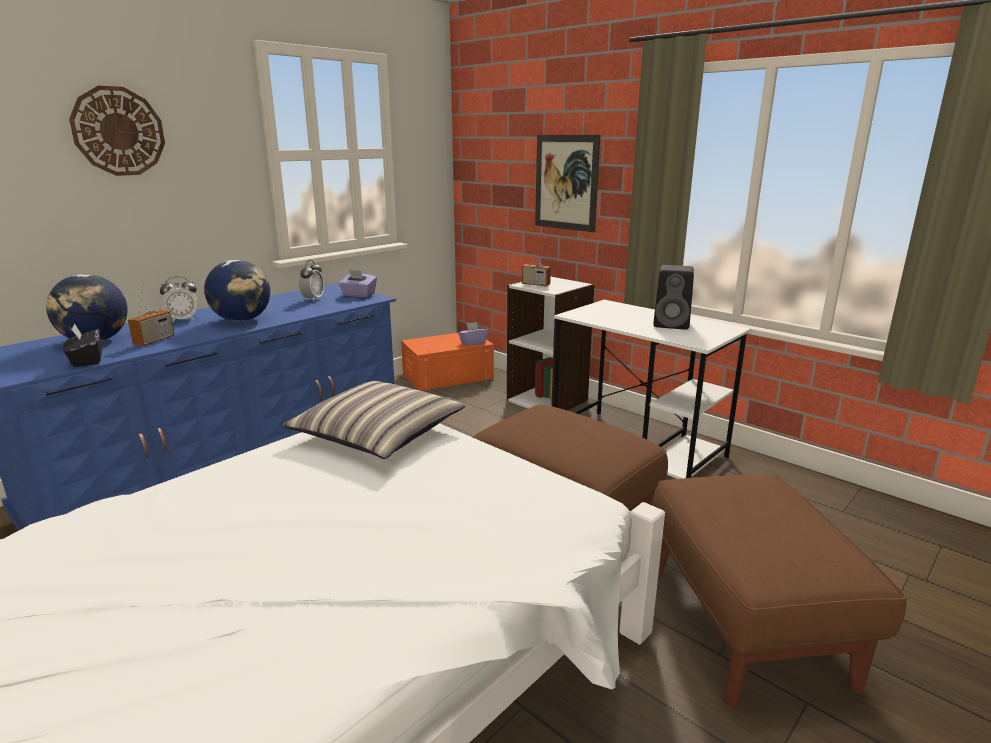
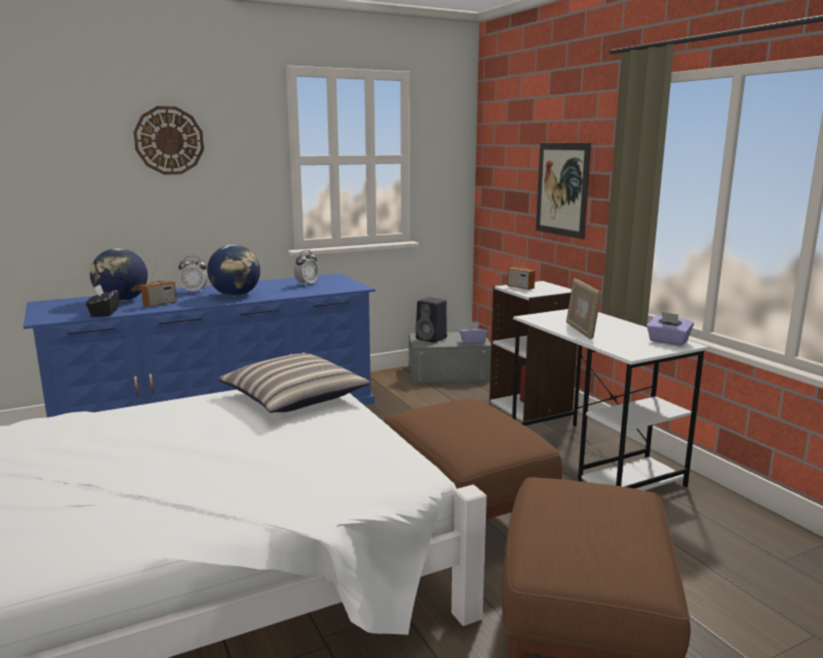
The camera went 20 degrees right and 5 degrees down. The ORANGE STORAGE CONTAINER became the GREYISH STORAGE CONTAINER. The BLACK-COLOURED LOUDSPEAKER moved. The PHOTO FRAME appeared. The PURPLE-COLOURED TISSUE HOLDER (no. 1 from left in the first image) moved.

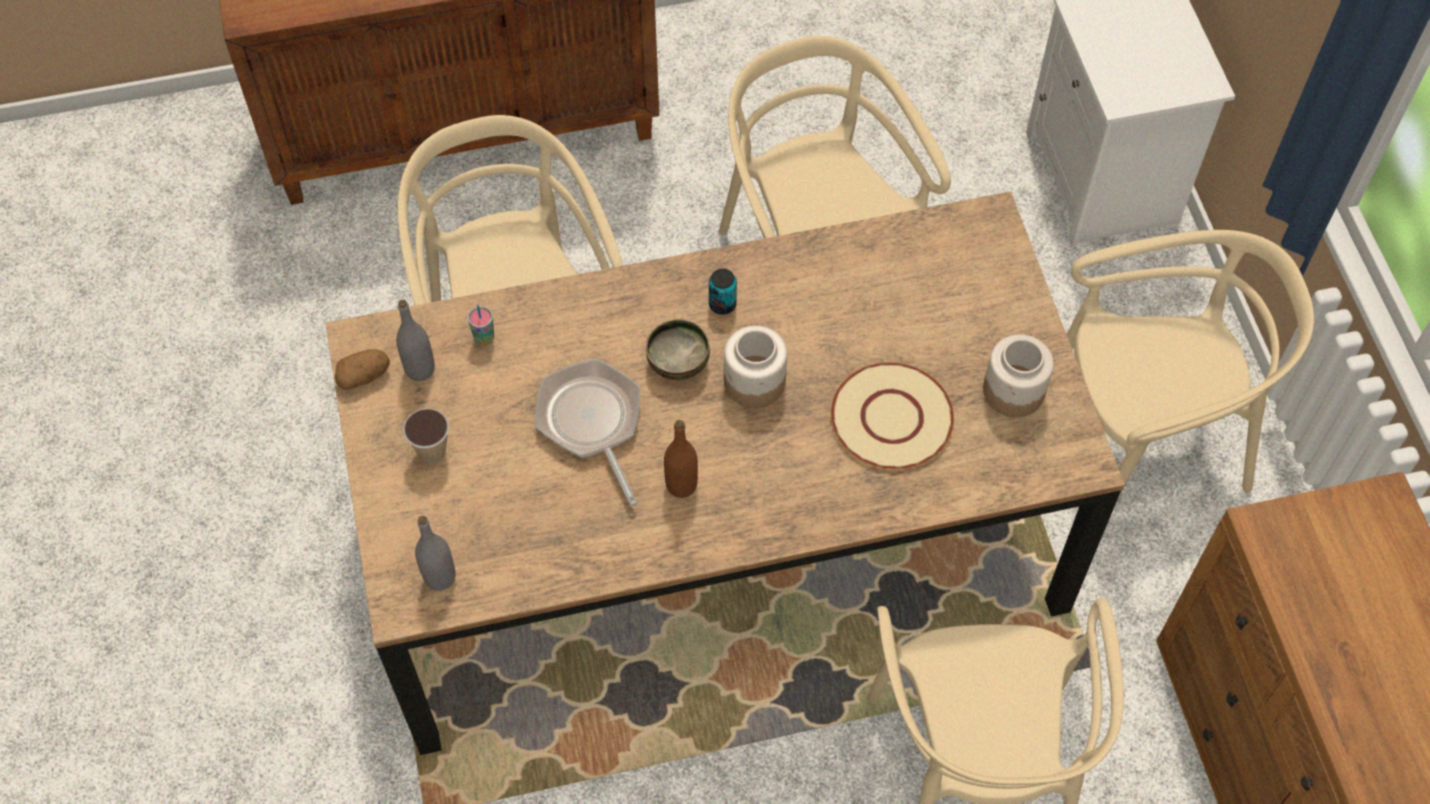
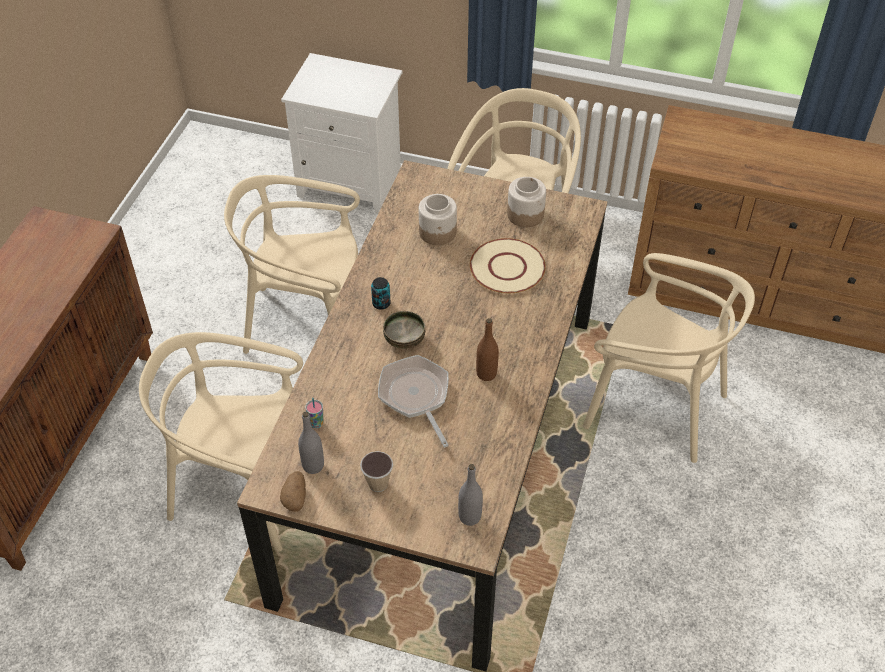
The camera went 60 degrees left and 10 degrees down. The PAN turned 60 degrees clockwise. The STORAGE JAR (no. 1 from left) moved.

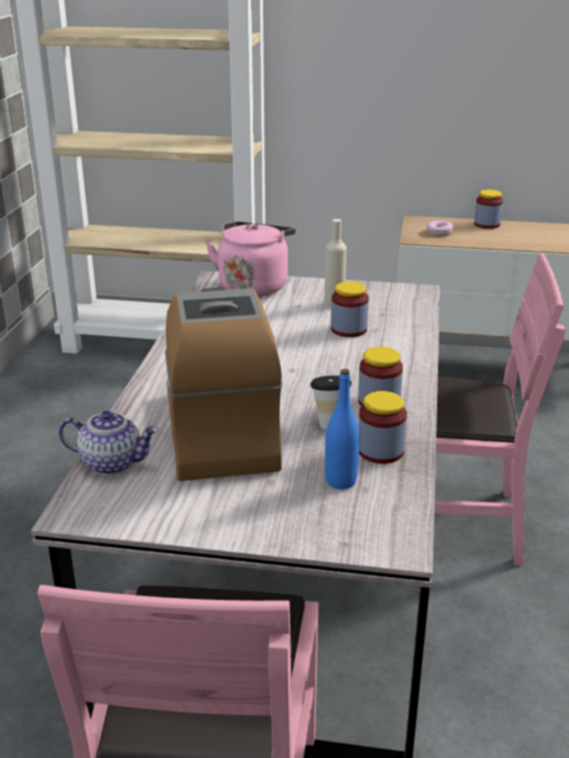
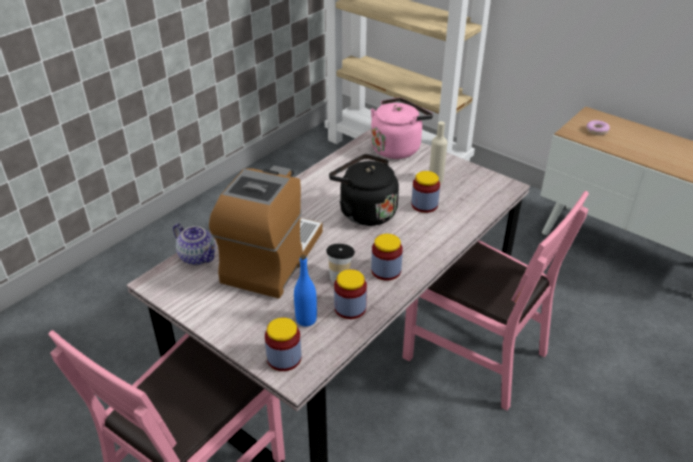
The camera went 30 degrees right and 10 degrees up. The STORAGE JAR (no. 4 from left in the first image) moved. The BLACK-COLOURED TEA KETTLE appeared.

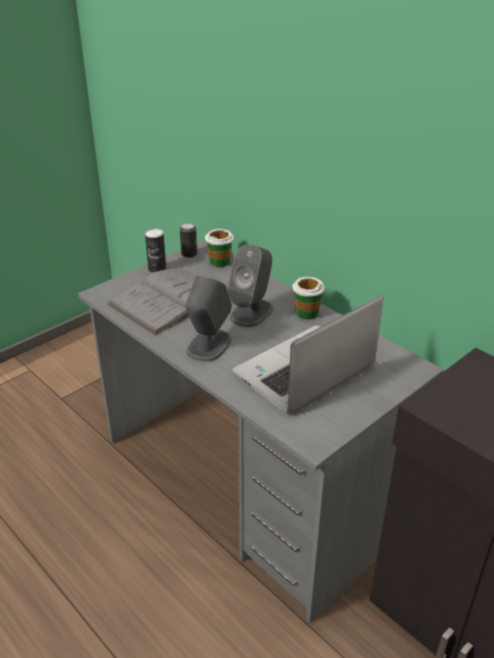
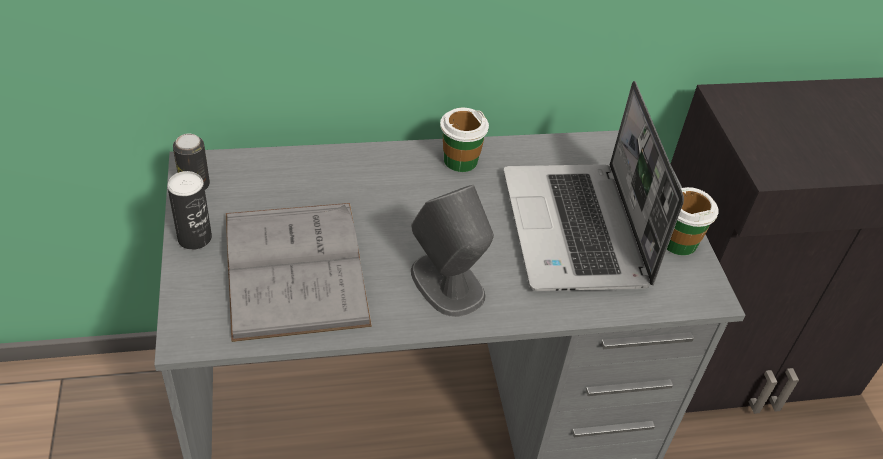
The camera went 60 degrees left and 10 degrees up. The DRINKING CUP (no. 1 from left in the first image) moved. The GREYISH LOUDSPEAKER (no. 2 from left) disappeared.

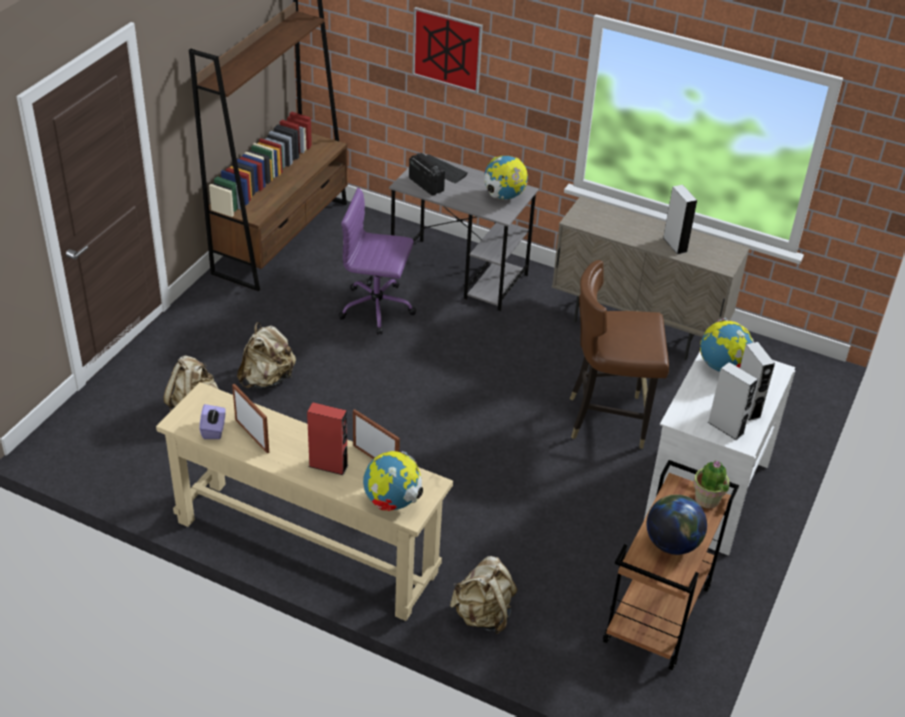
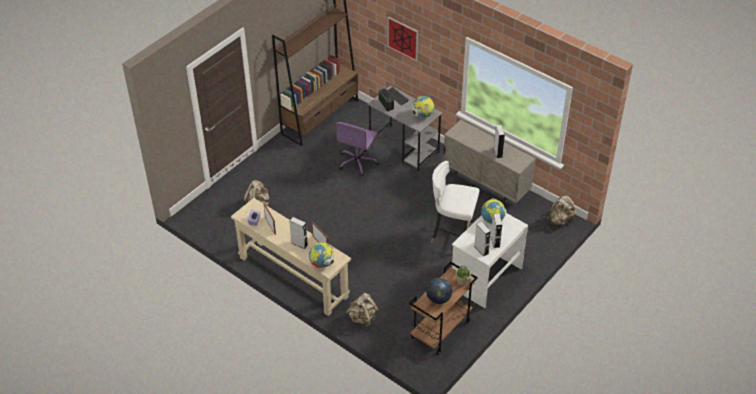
The camera went 15 degrees right and 5 degrees up. The RED-COLOURED LOUDSPEAKER became the GREYISH LOUDSPEAKER (no. 1 from left). The PURPLE-COLOURED DESK CHAIR turned 90 degrees counterclockwise. The BROWN UPRIGHT CHAIR became the WHITISH UPRIGHT CHAIR. The SAND-COLOURED RUCKSACK (no. 2 from left in the first image) moved.

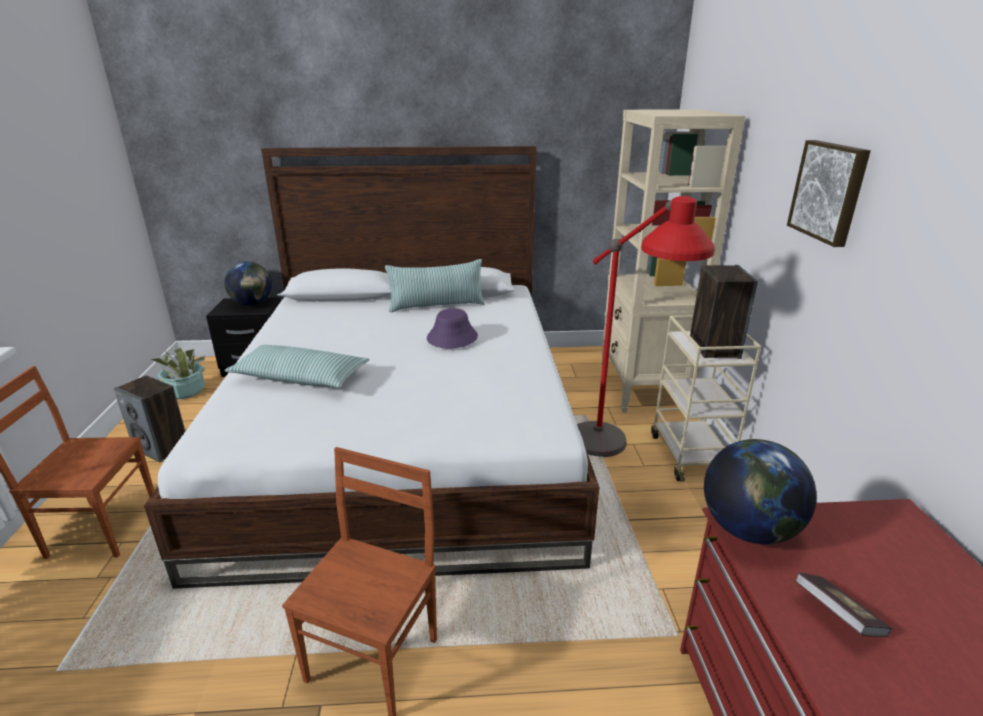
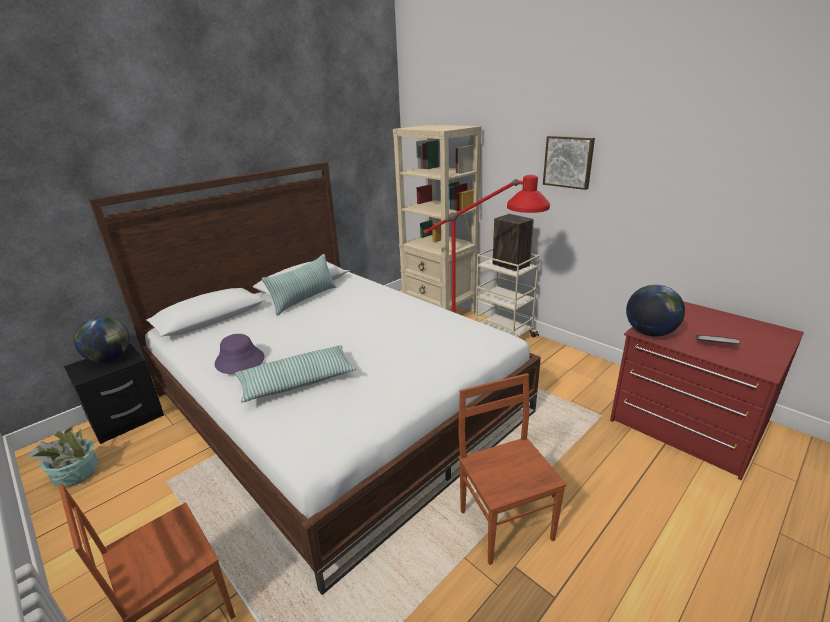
The camera went 40 degrees left and 0 degrees up. The PURPLE-COLOURED HAT moved. The LOUDSPEAKER (no. 1 from left) disappeared.

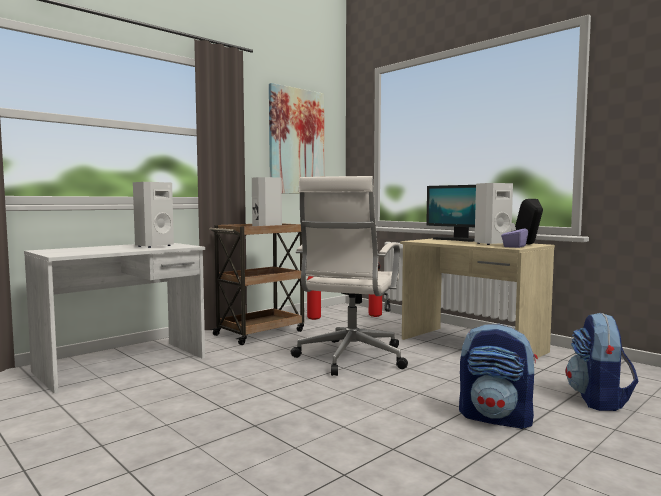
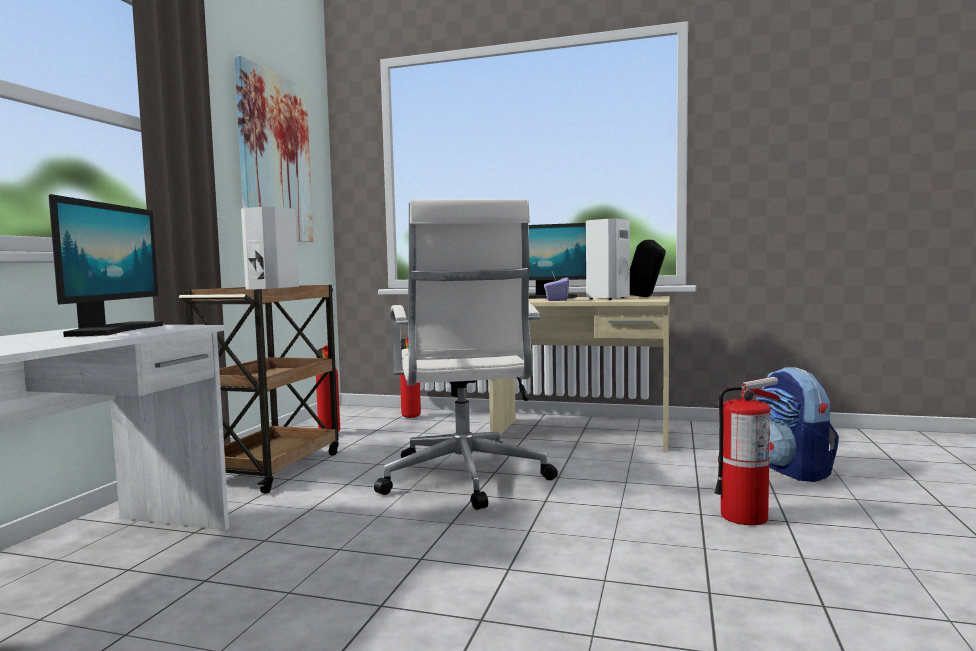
The camera went 30 degrees left and 0 degrees up. The WHITISH LOUDSPEAKER (no. 1 from left) was replaced by the MONITOR (no. 1 from left). The PURPLE-COLOURED TISSUE HOLDER moved. The RUCKSACK (no. 1 from left) was replaced by the FIRE-FIGHTING CYLINDER (no. 3 from left).

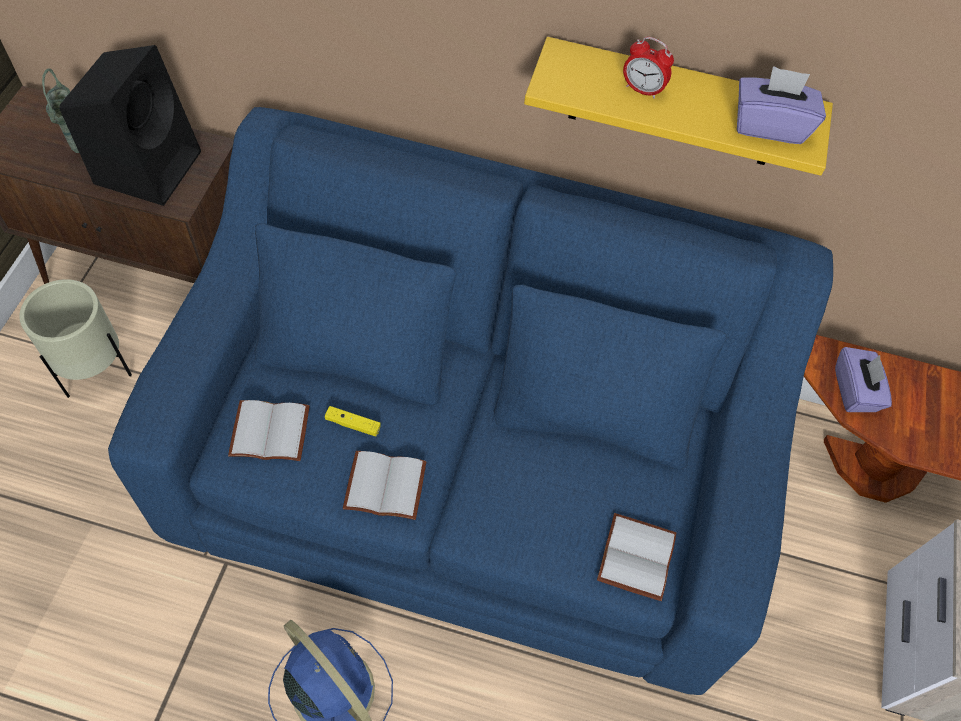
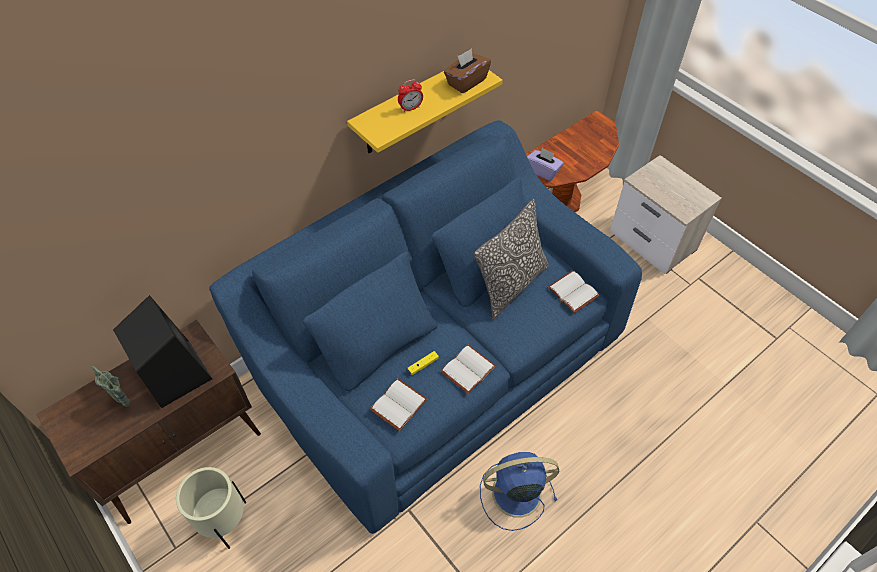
The camera went 50 degrees left and 5 degrees down. The PURPLE-COLOURED TISSUE HOLDER (no. 1 from left) became the BROWN TISSUE HOLDER. The CUSHION appeared.

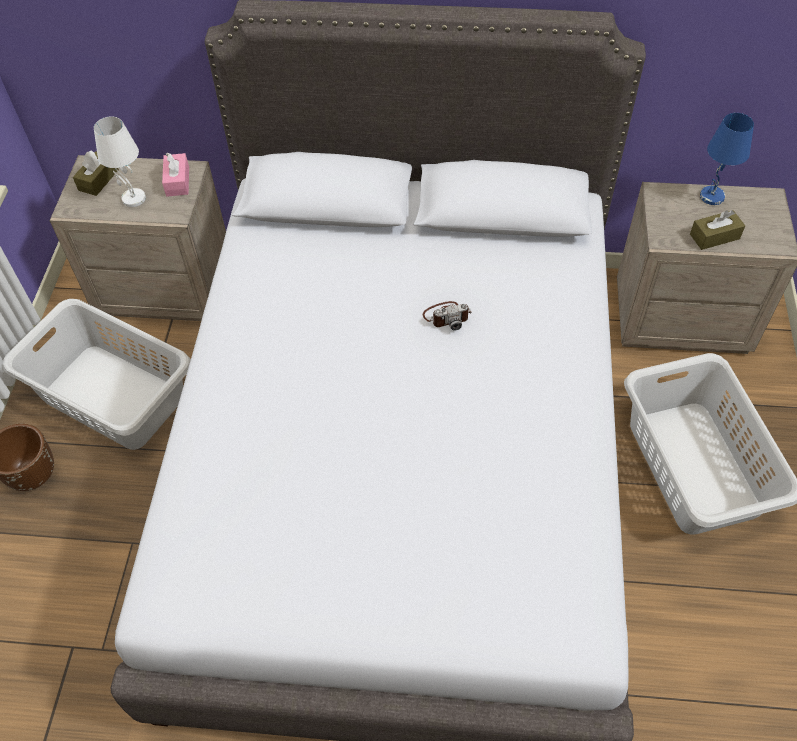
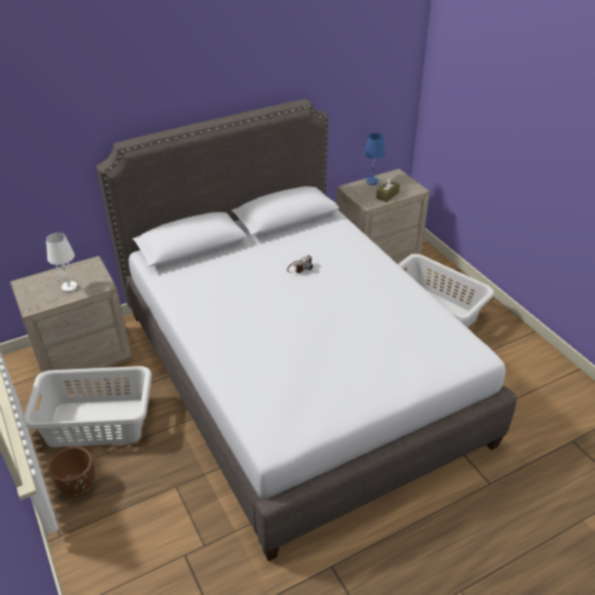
The camera went 35 degrees left and 15 degrees down. The BROWN TISSUE HOLDER (no. 1 from left) disappeared. The PINK TISSUE HOLDER disappeared.

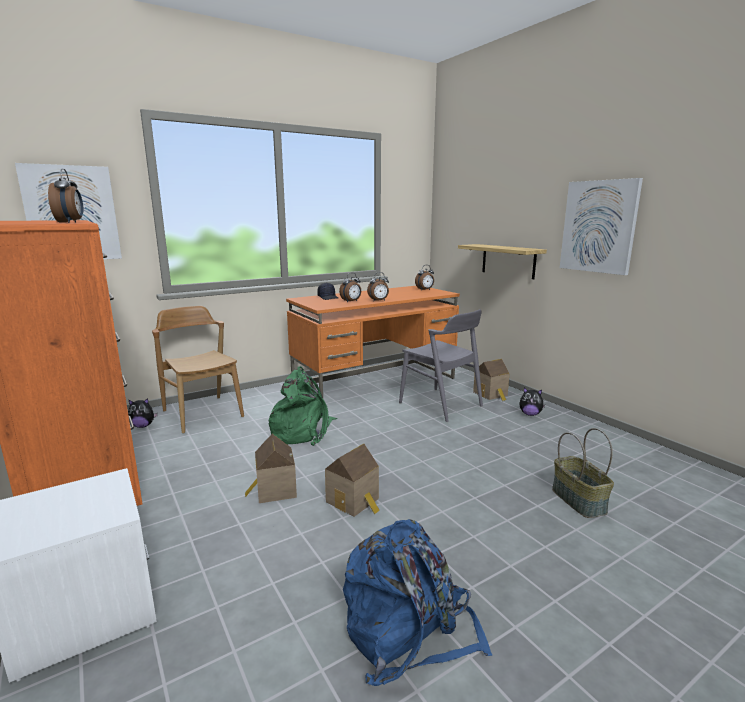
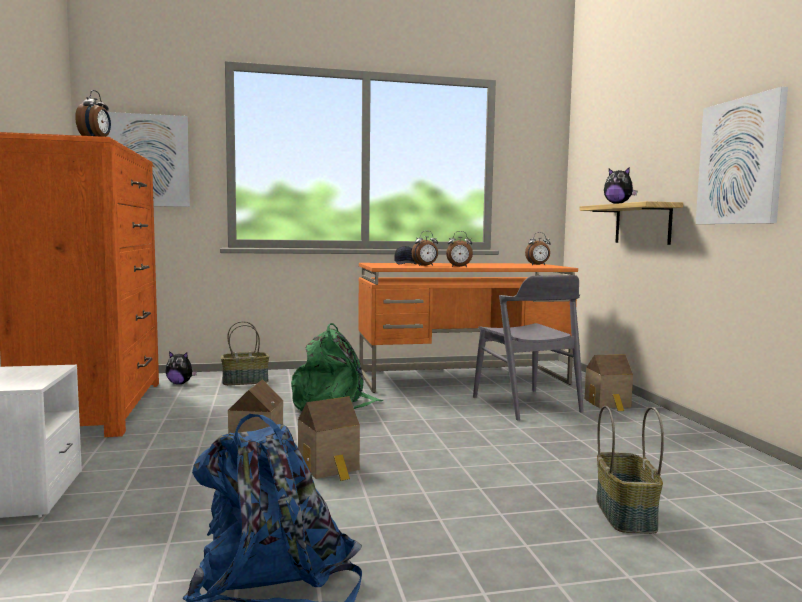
The camera went 20 degrees right and 10 degrees down. The BROWN UPRIGHT CHAIR was replaced by the STORAGE BASKET (no. 1 from left). The SOFT TOY (no. 2 from left) moved.

